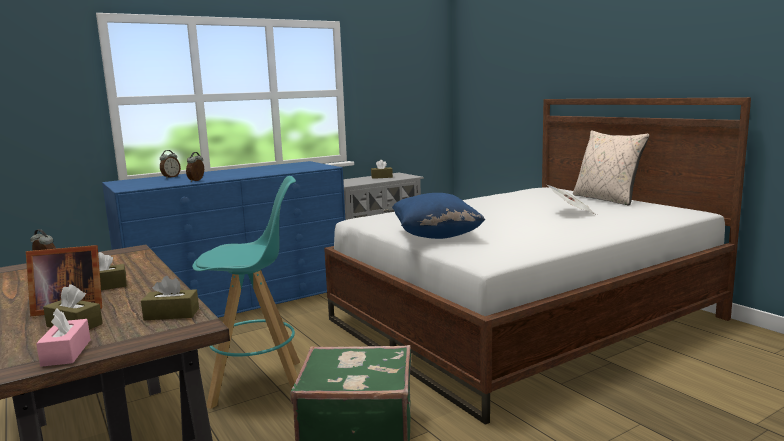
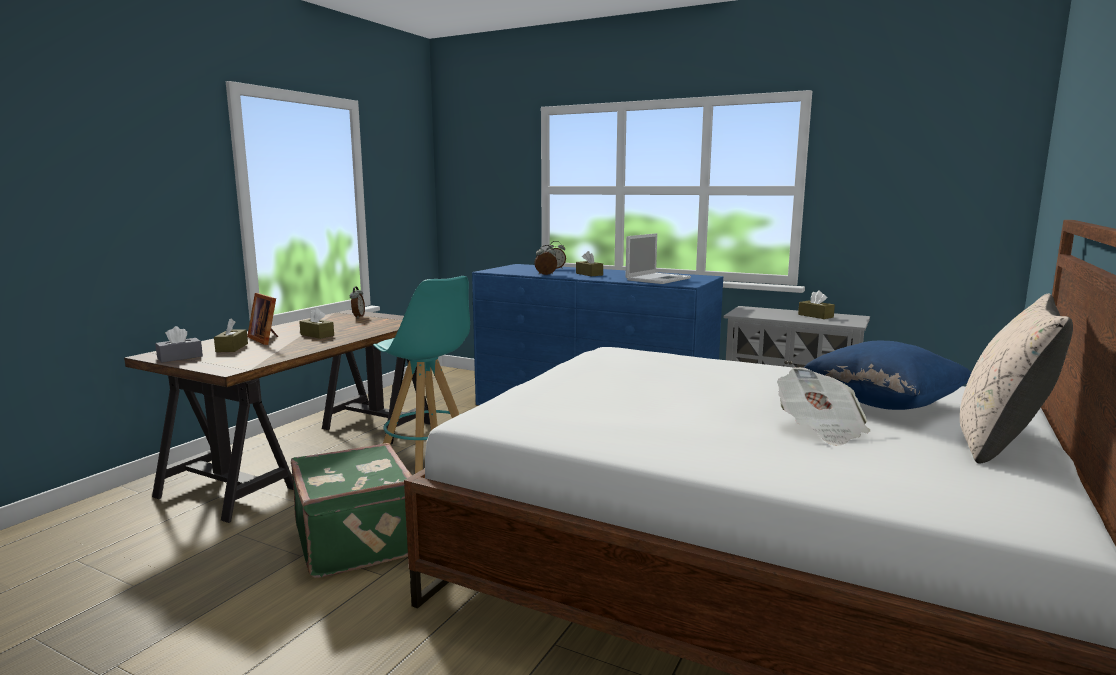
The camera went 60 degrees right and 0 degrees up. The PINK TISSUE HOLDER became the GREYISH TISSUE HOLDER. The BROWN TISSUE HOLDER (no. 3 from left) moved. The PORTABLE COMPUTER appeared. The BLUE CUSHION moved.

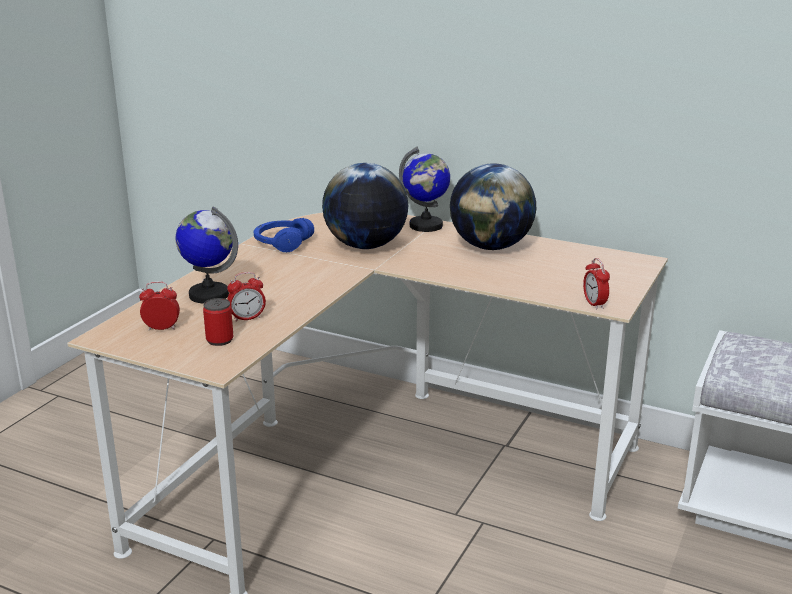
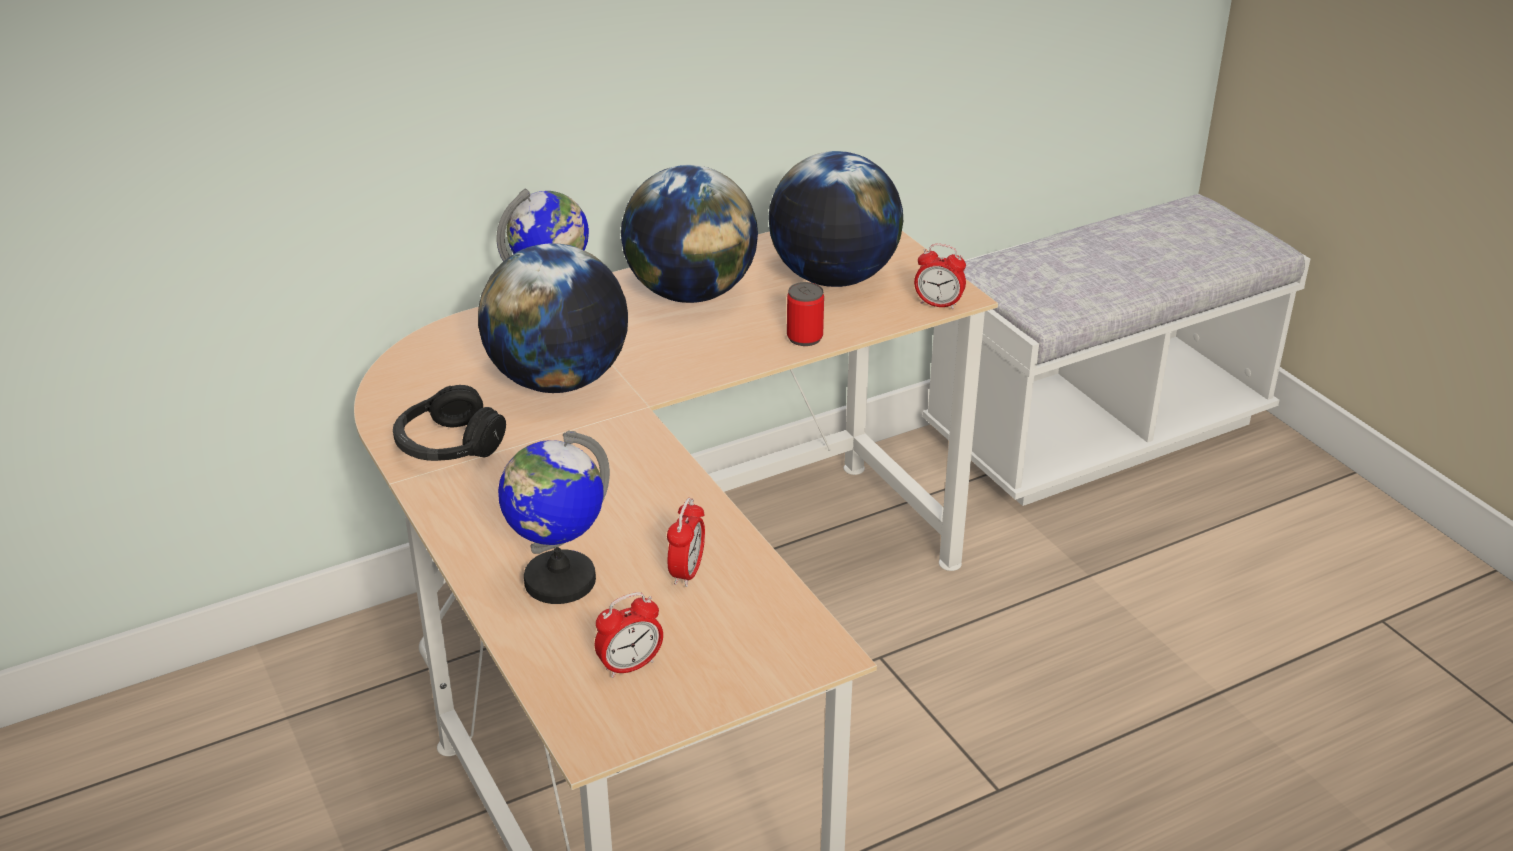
The camera went 55 degrees left and 10 degrees up. The BLUE HEADPHONES became the BLACK-COLOURED HEADPHONES. The BEDSIDE CLOCK (no. 1 from left) turned 150 degrees counterclockwise. The WORLD GLOBE (no. 5 from left) appeared. The SEALED CAN moved.

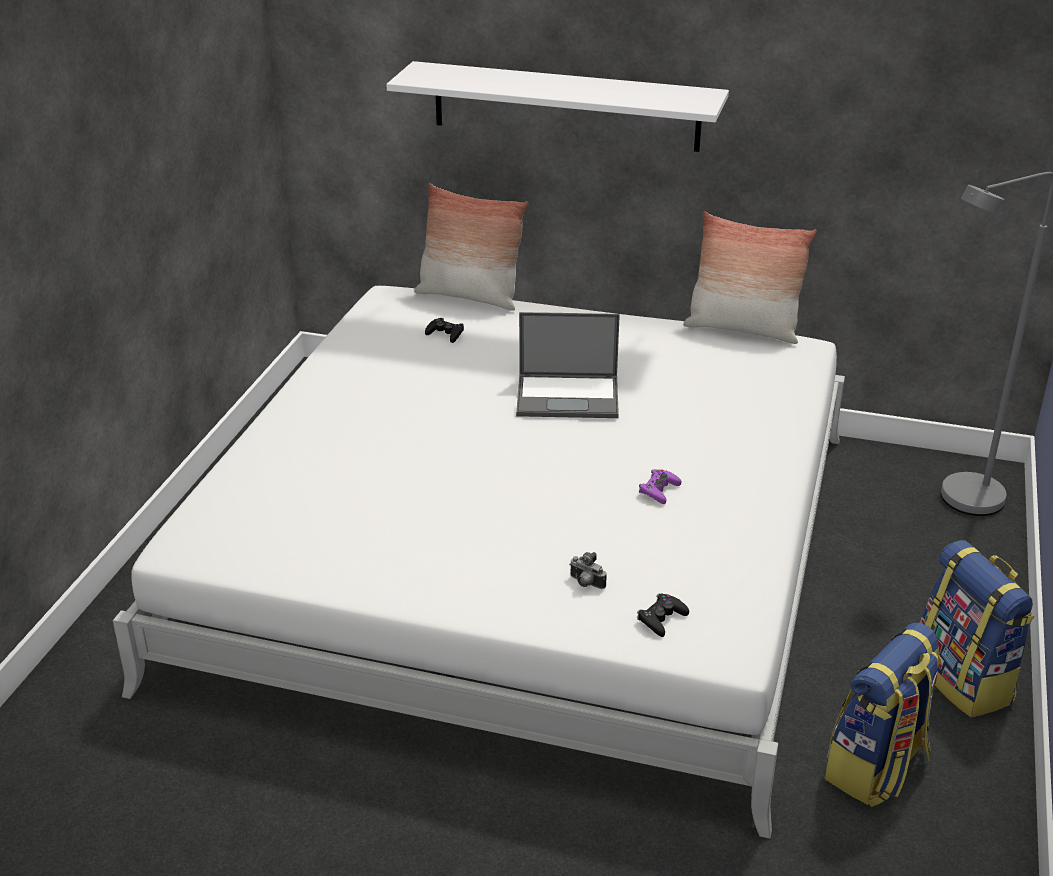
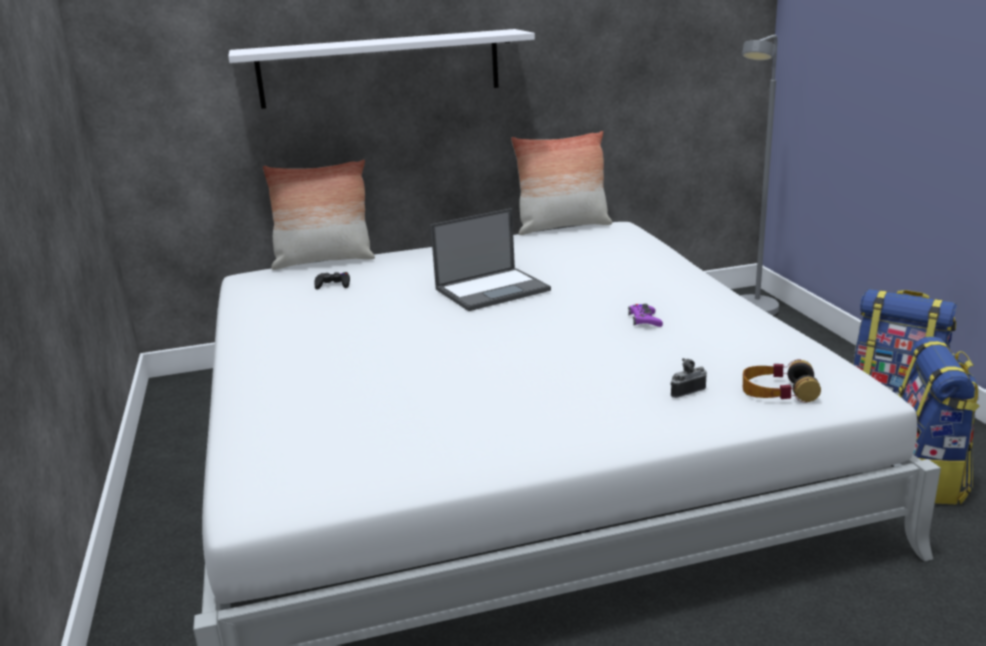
The camera went 30 degrees left and 10 degrees down. The STILL CAMERA turned 150 degrees clockwise. The BLACK-COLOURED JOYPAD (no. 2 from left) was replaced by the HEADPHONES.

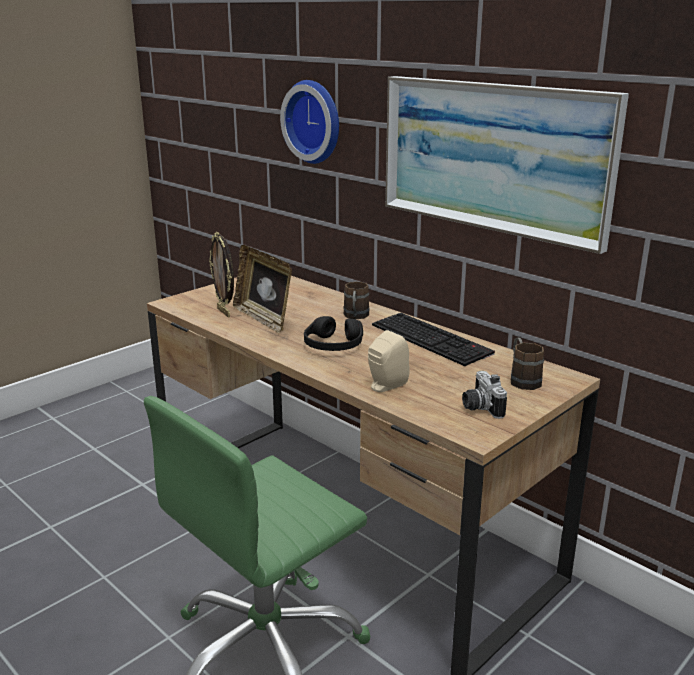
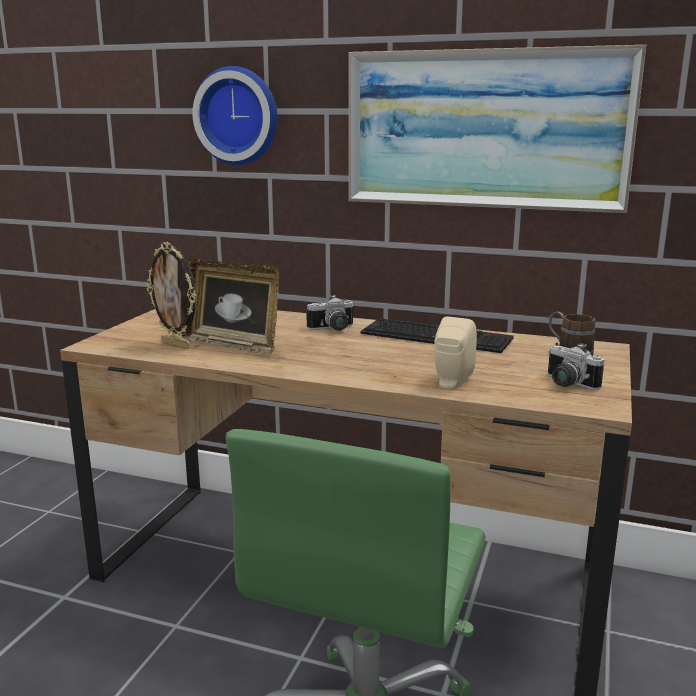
The camera went 25 degrees left and 5 degrees down. The BROWN TEA MUG (no. 1 from left) was replaced by the STILL CAMERA (no. 1 from left). The BLACK-COLOURED HEADPHONES disappeared.

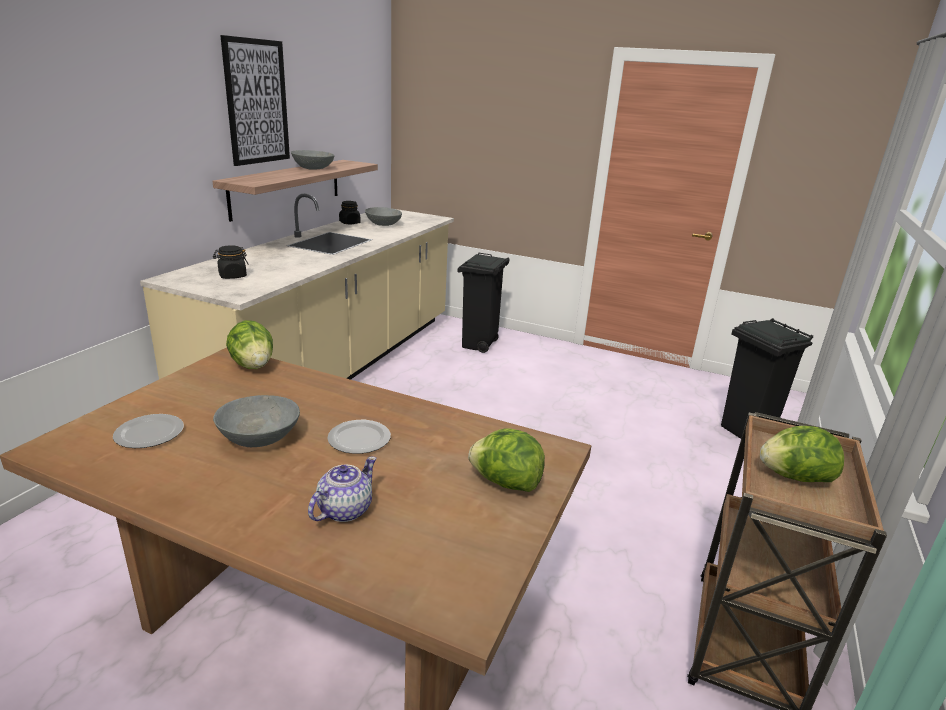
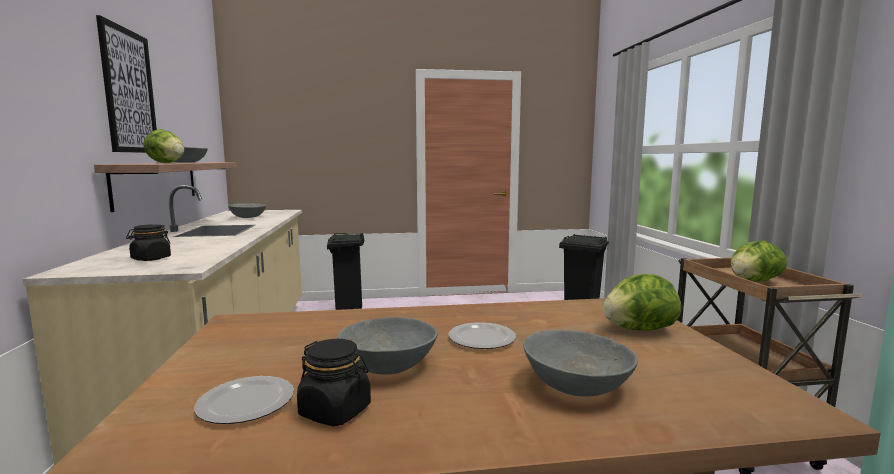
The camera went 30 degrees left and 15 degrees down. The HEAD OF LETTUCE (no. 1 from left) moved. The BLACK-COLOURED STORAGE JAR (no. 2 from left) moved. The POT FOR TEA was replaced by the GREYISH BOWL (no. 4 from left).

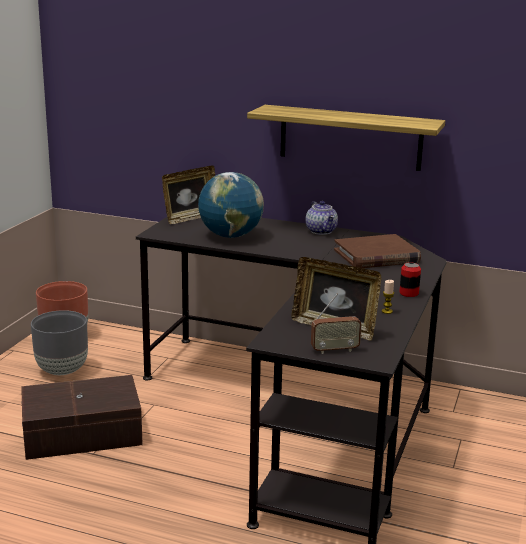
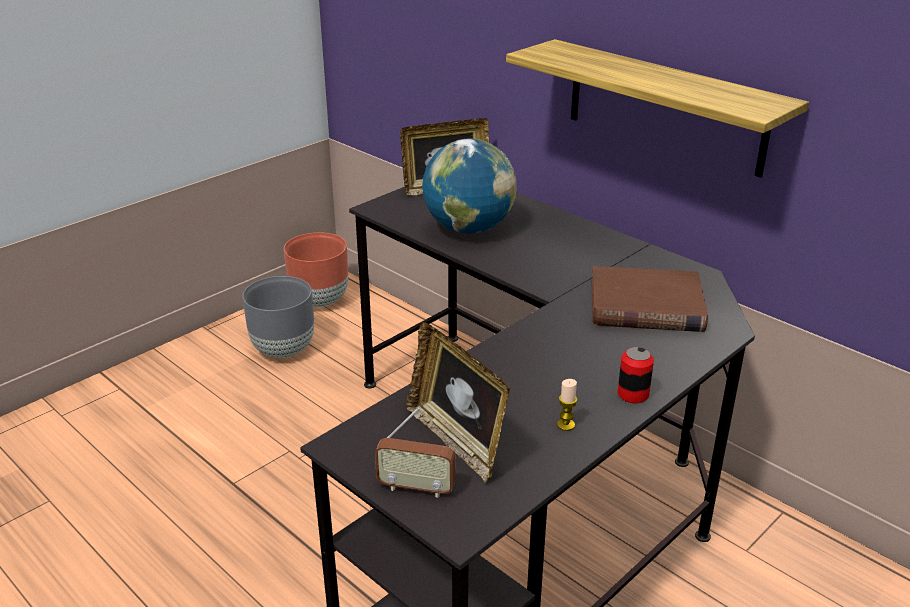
The camera went 25 degrees right and 10 degrees up. The BROWN STORAGE CONTAINER disappeared. The POT FOR TEA disappeared.

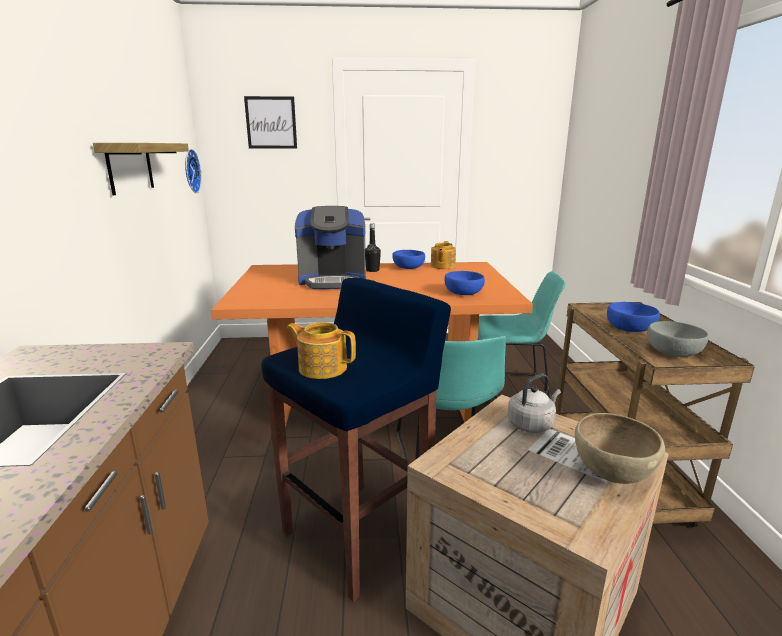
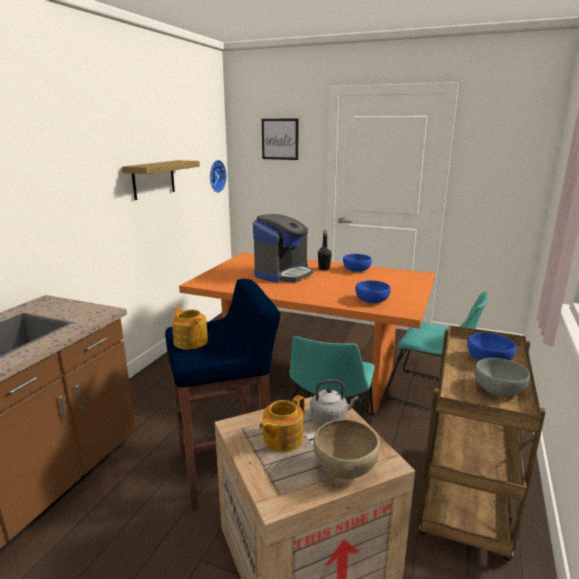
The camera went 25 degrees right and 0 degrees up. The COFFEE MAKER turned 75 degrees counterclockwise. The POT FOR TEA (no. 2 from left) moved.

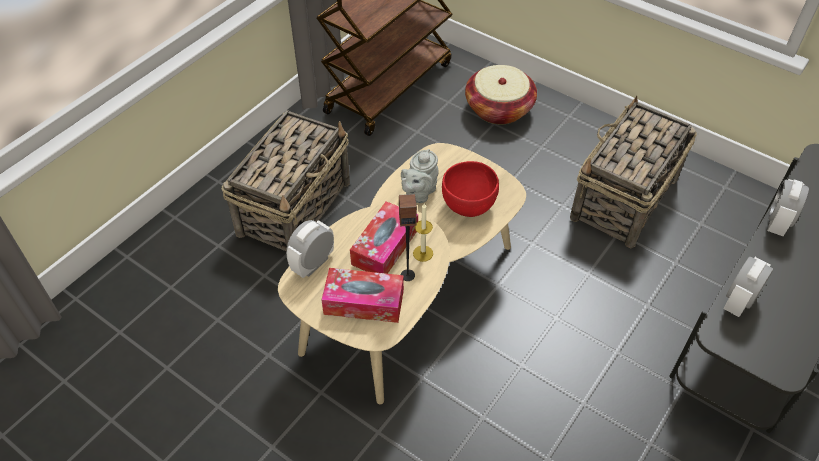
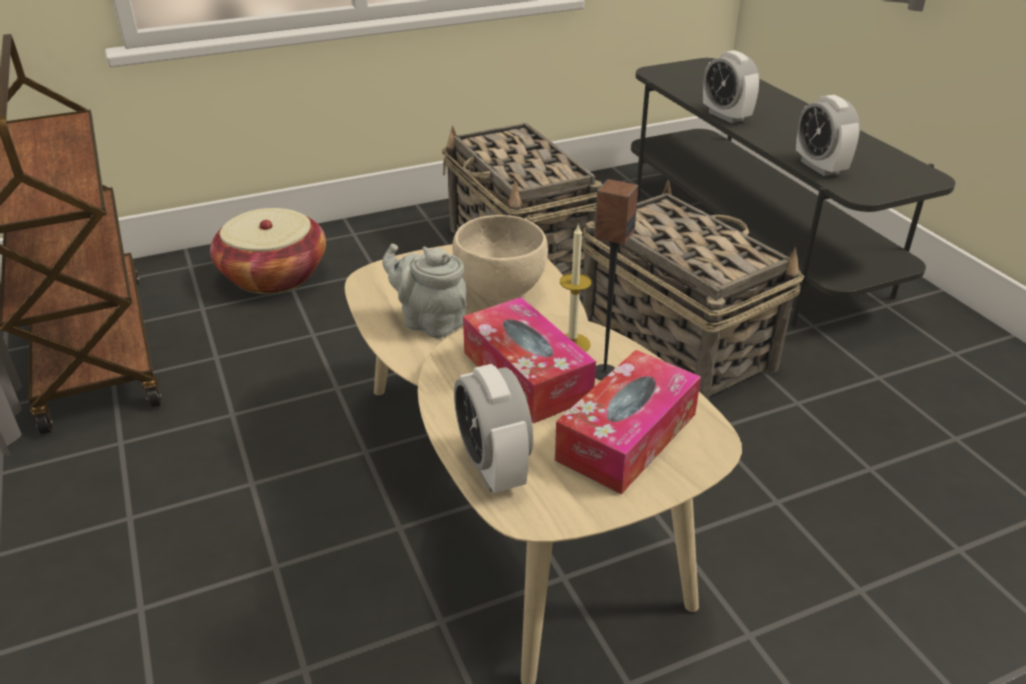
The camera went 60 degrees left and 15 degrees down. The GREYISH POT FOR TEA turned 150 degrees clockwise. The RED-COLOURED BOWL became the SAND-COLOURED BOWL. The STORAGE BASKET (no. 1 from left in the first image) moved.

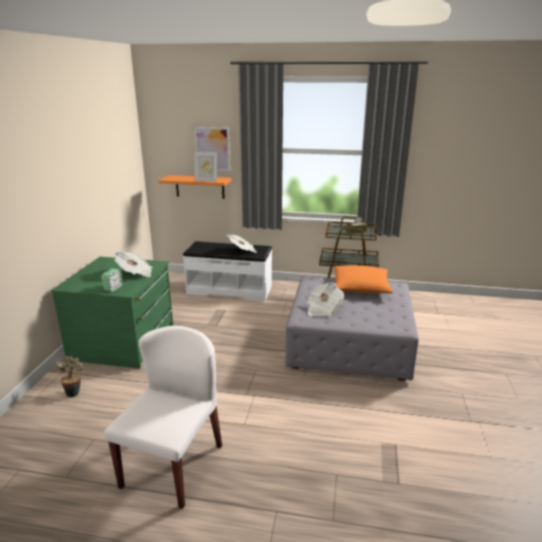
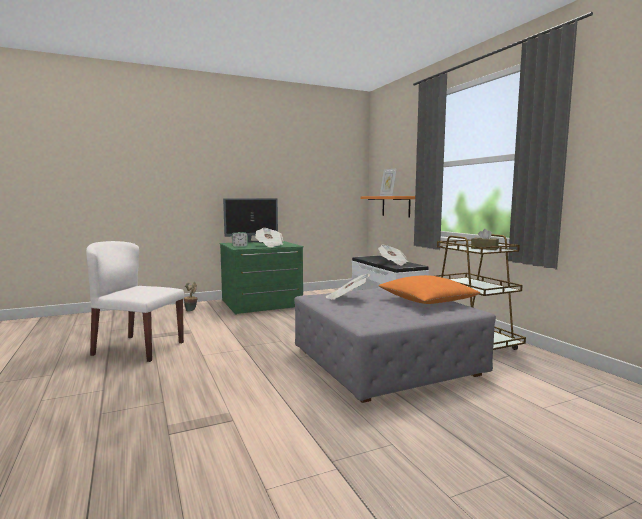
The camera went 55 degrees right and 15 degrees down. The WHITISH UPRIGHT CHAIR turned 150 degrees counterclockwise. The MONITOR appeared. The PICTURE disappeared.

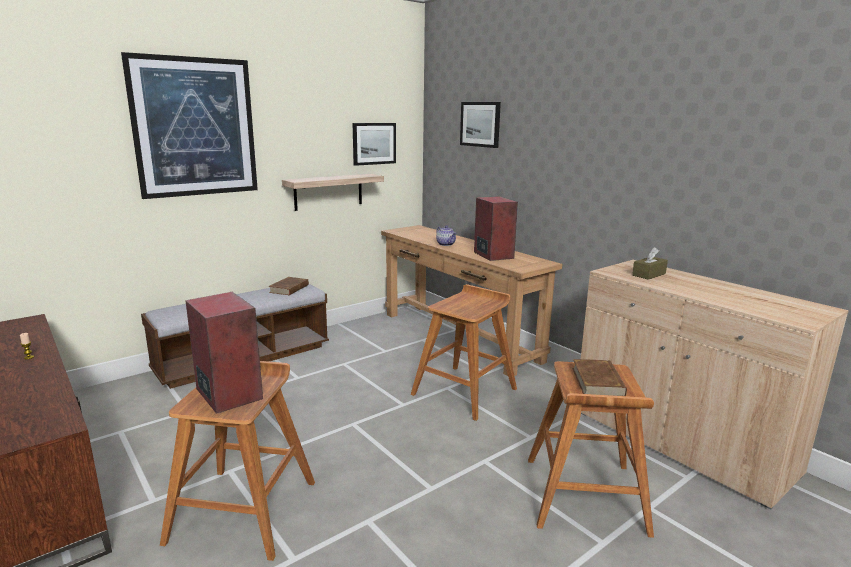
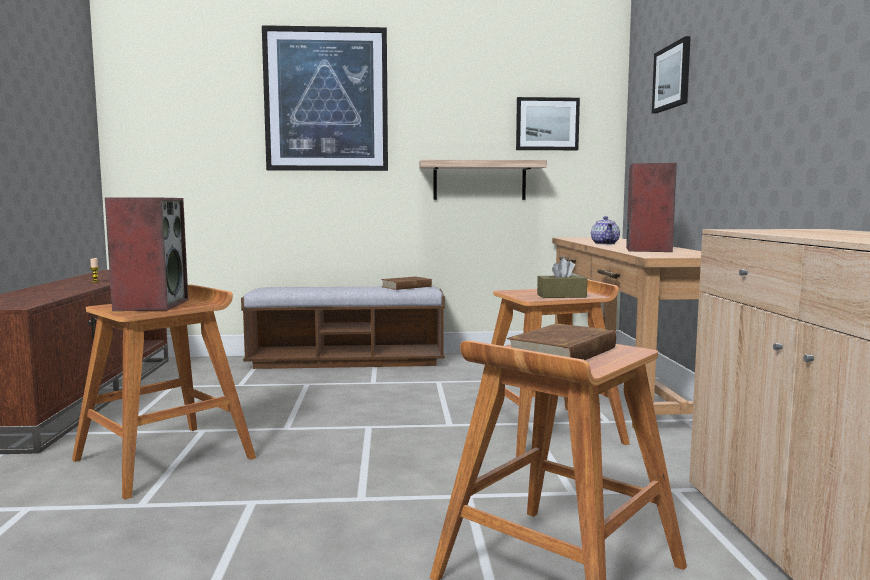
The camera went 35 degrees right and 10 degrees down. The BROWN TISSUE HOLDER moved.

